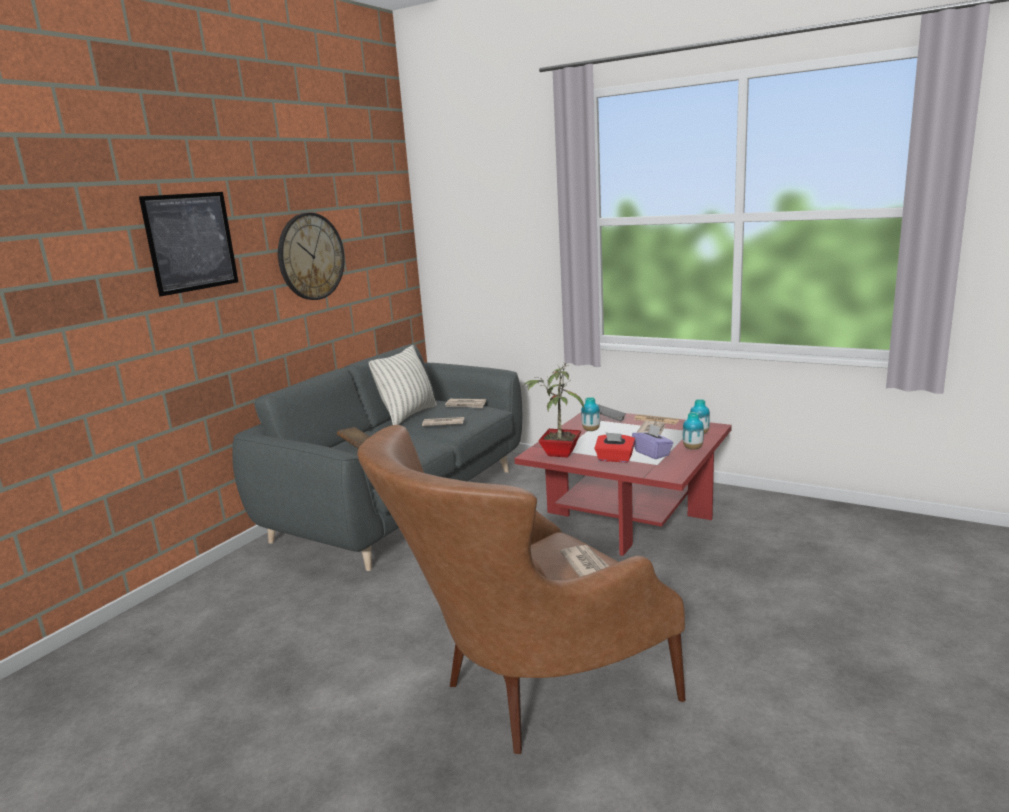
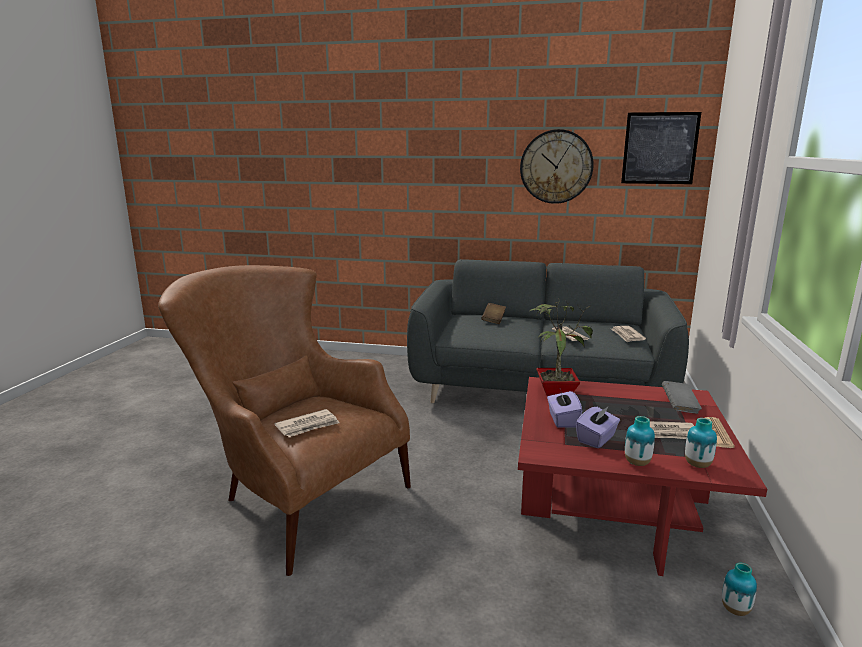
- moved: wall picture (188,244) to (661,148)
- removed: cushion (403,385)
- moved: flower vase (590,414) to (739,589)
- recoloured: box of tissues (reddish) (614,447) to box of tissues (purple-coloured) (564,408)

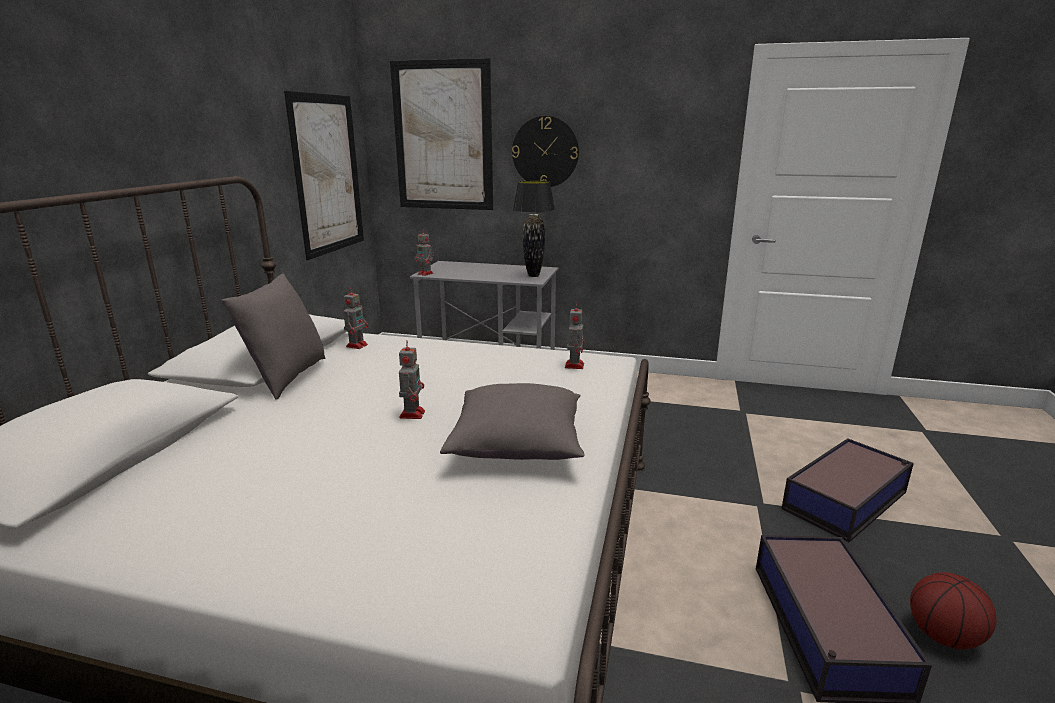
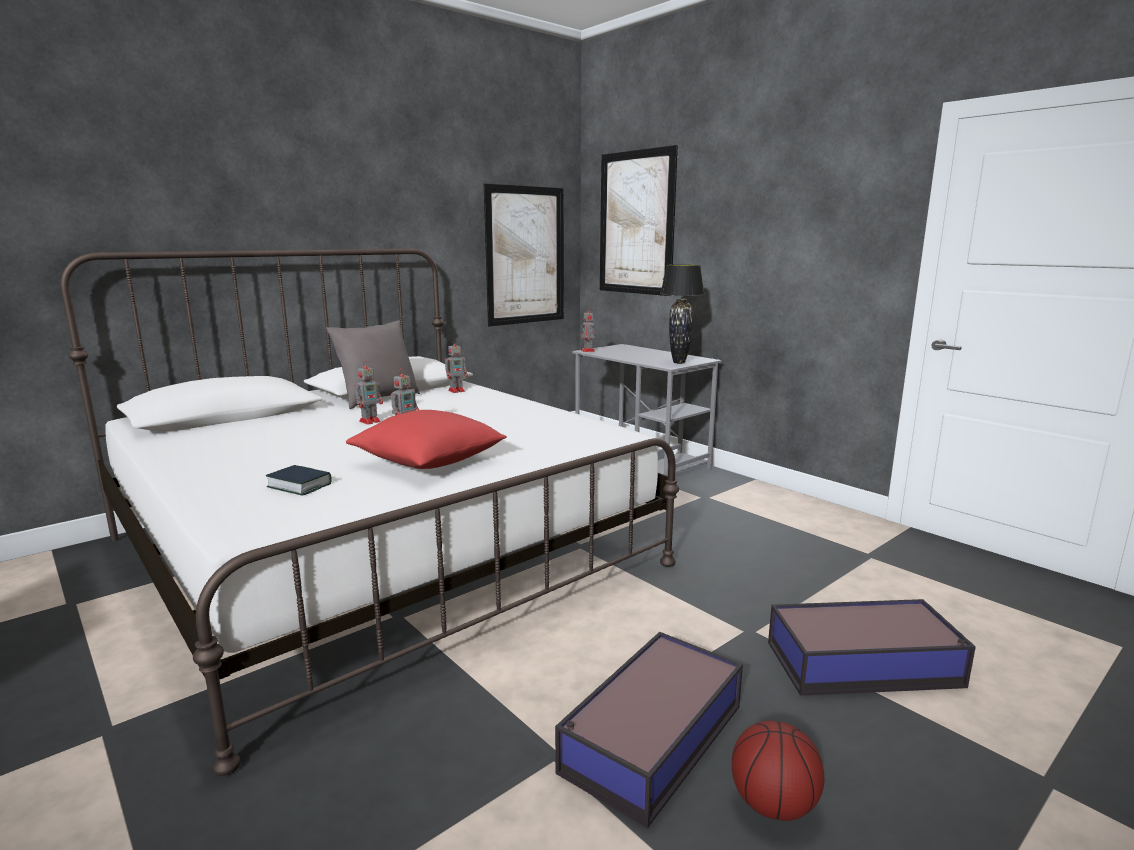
- removed: clock on the wall (545,151)
- moved: model robot (575,336) to (369,393)
- recoloured: cushion (grey) (512,421) to cushion (reddish) (426,439)
- added: book (299,480)

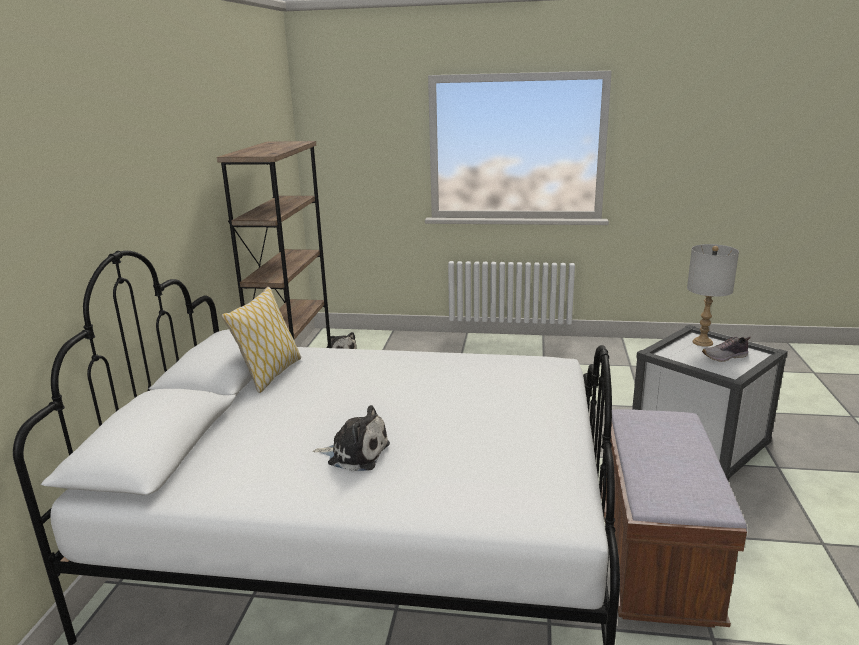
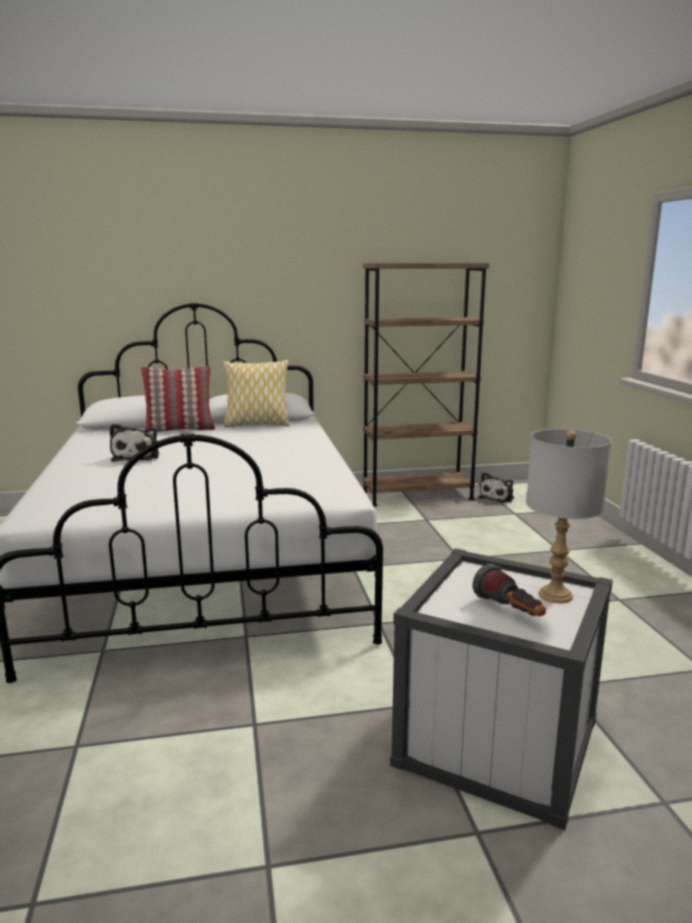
- replaced: item of footwear (726,349) to flashlight (509,590)
- removed: bench (brown-coloured) (674,518)
- added: cushion (178,398)

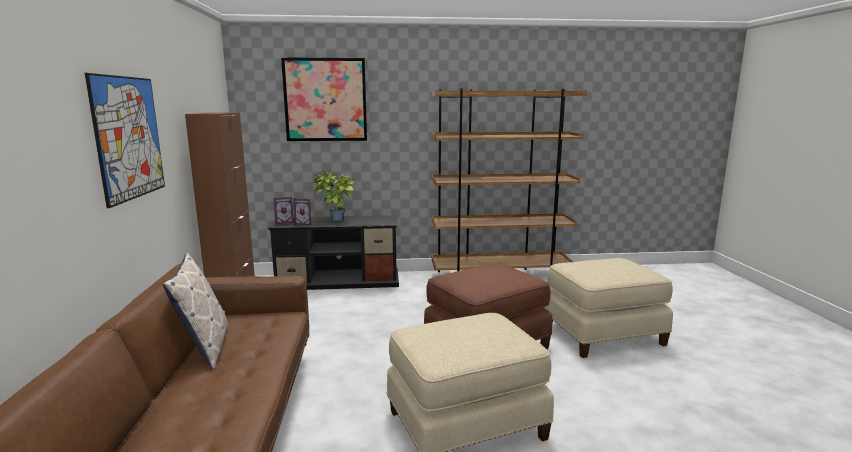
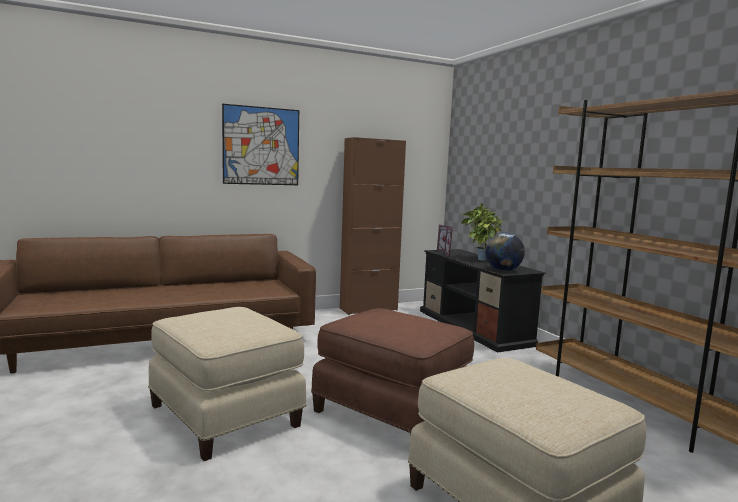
- removed: wall picture (324,99)
- removed: cushion (196,311)
- added: desk globe (505,252)

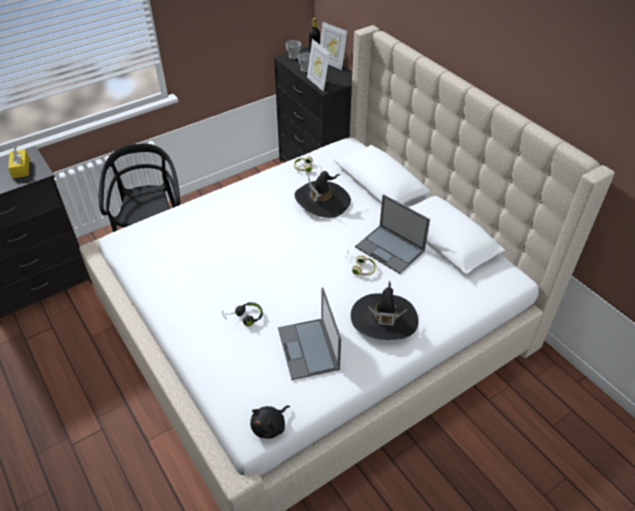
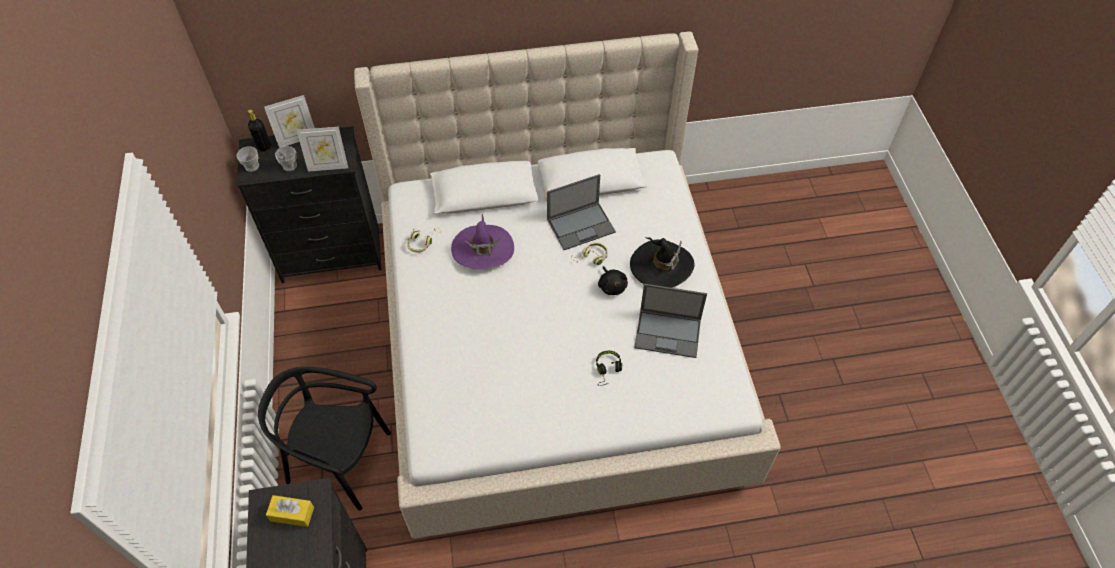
- recoloured: clothing hat (black) (323,194) to clothing hat (purple-coloured) (482,241)
- moved: cuddly toy (black) (270,422) to (613,280)

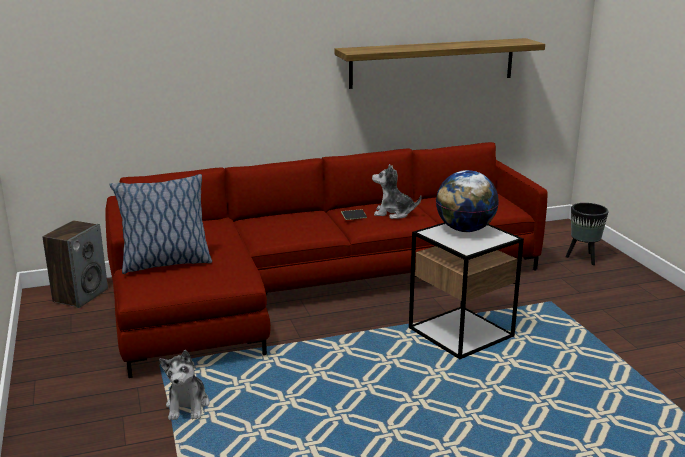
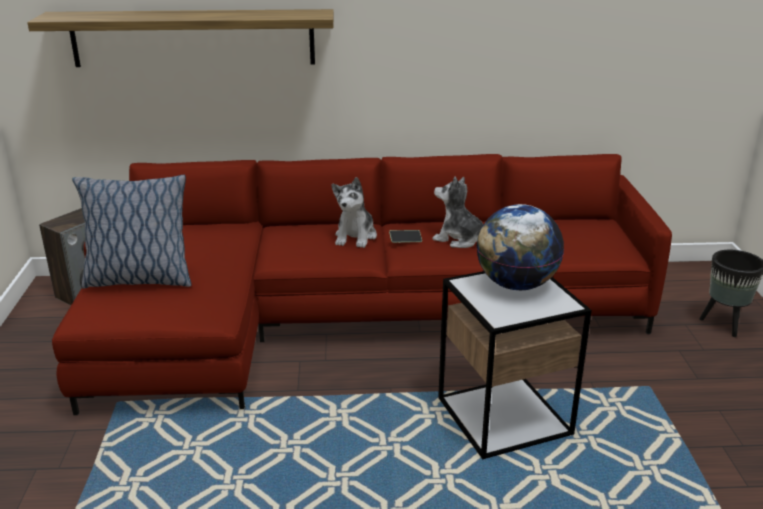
- moved: shelf (439,63) to (180,38)
- moved: cuddly toy (184,385) to (354,212)

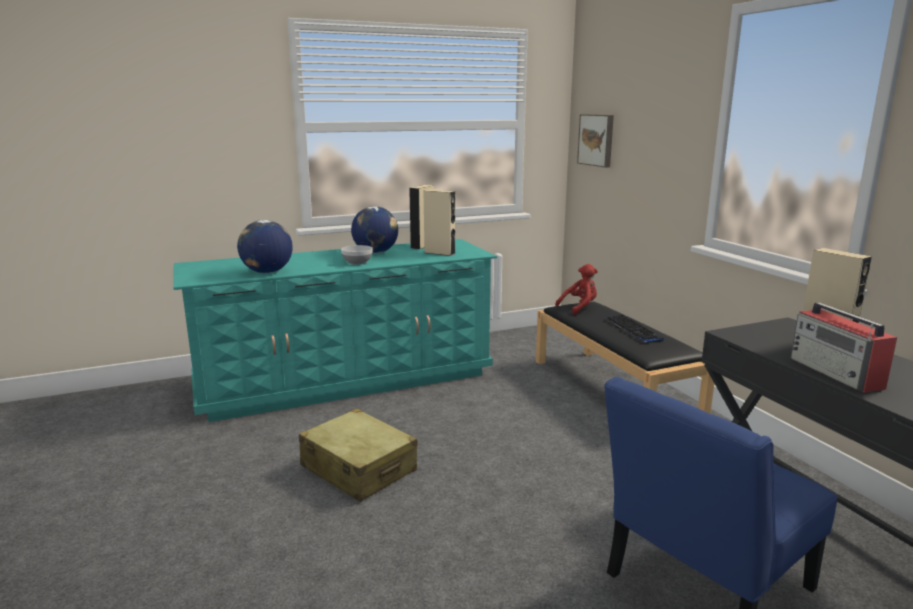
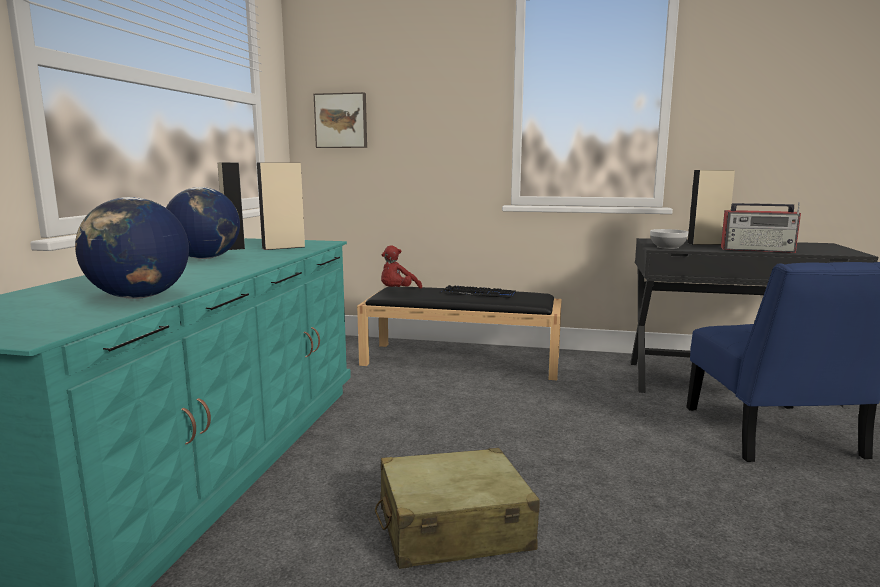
- moved: deep dish (357,255) to (669,239)
- turned: cuddly toy (reddish) (576,289) = (401,267) 150 degrees counterclockwise

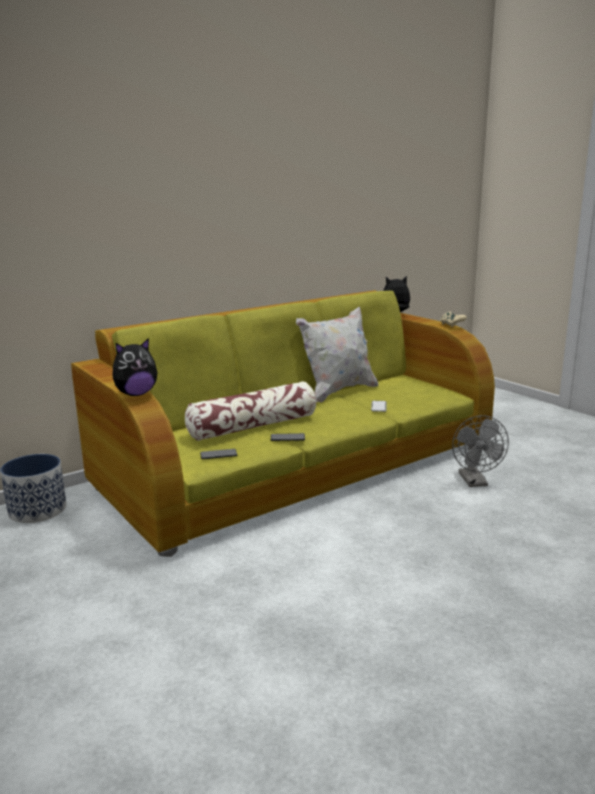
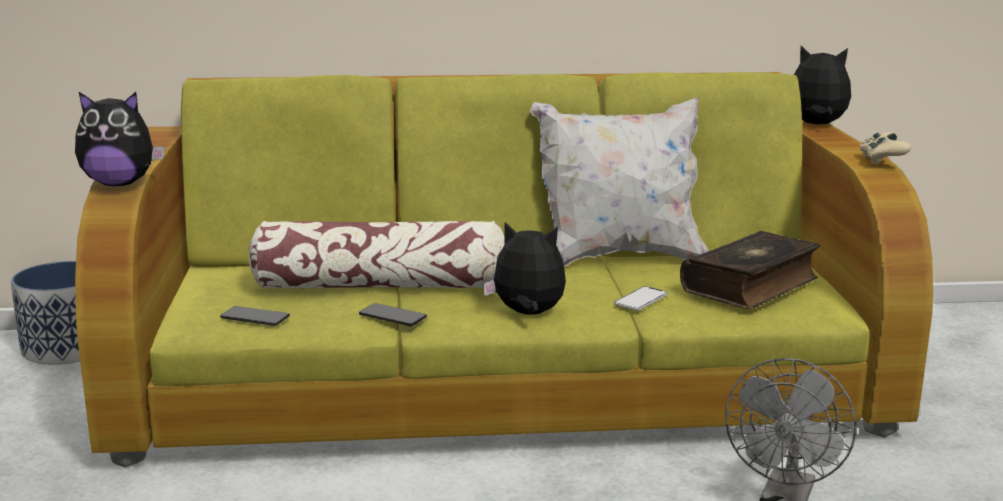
- added: cuddly toy (524,268)
- added: book (750,270)

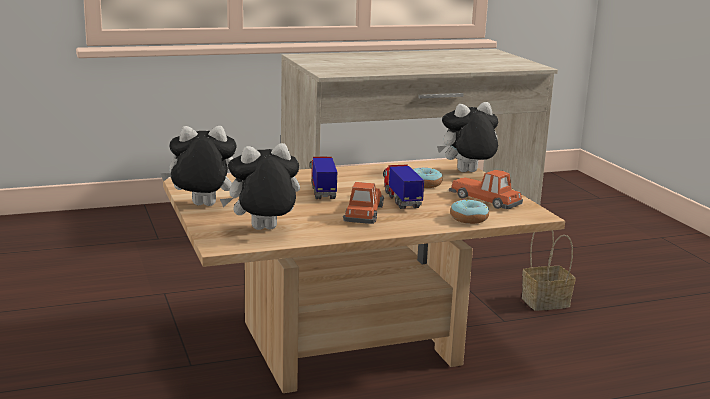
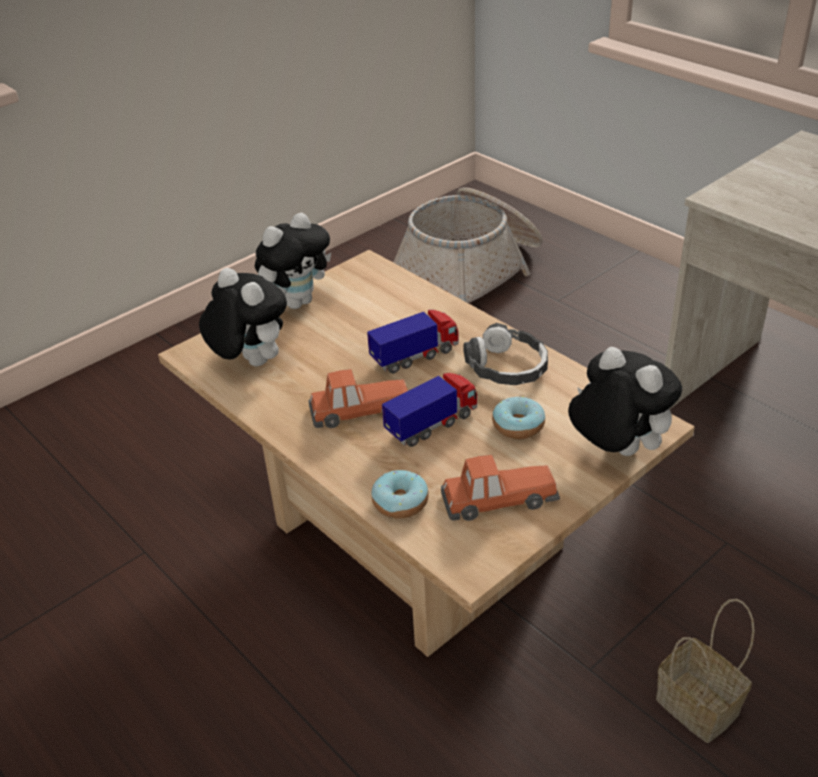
- turned: cuddly toy (198,166) = (293,261) 75 degrees clockwise
- turned: model car (486,189) = (500,488) 60 degrees clockwise
- added: storage basket (468,245)
- added: headset (505,354)

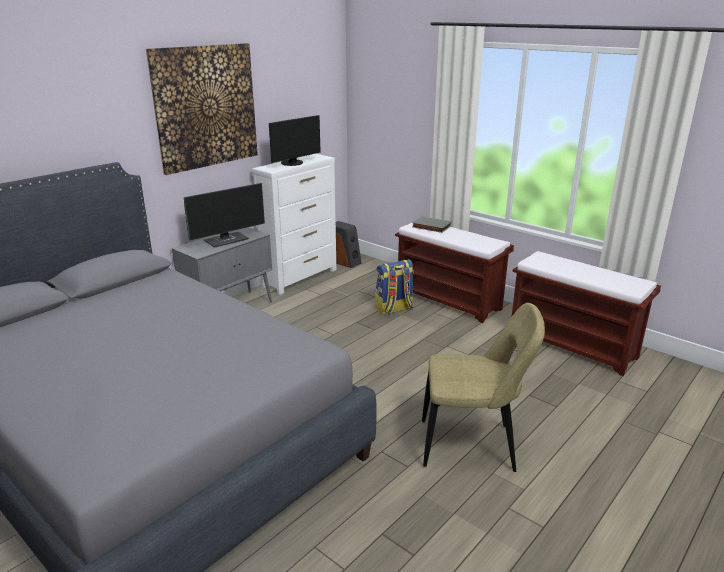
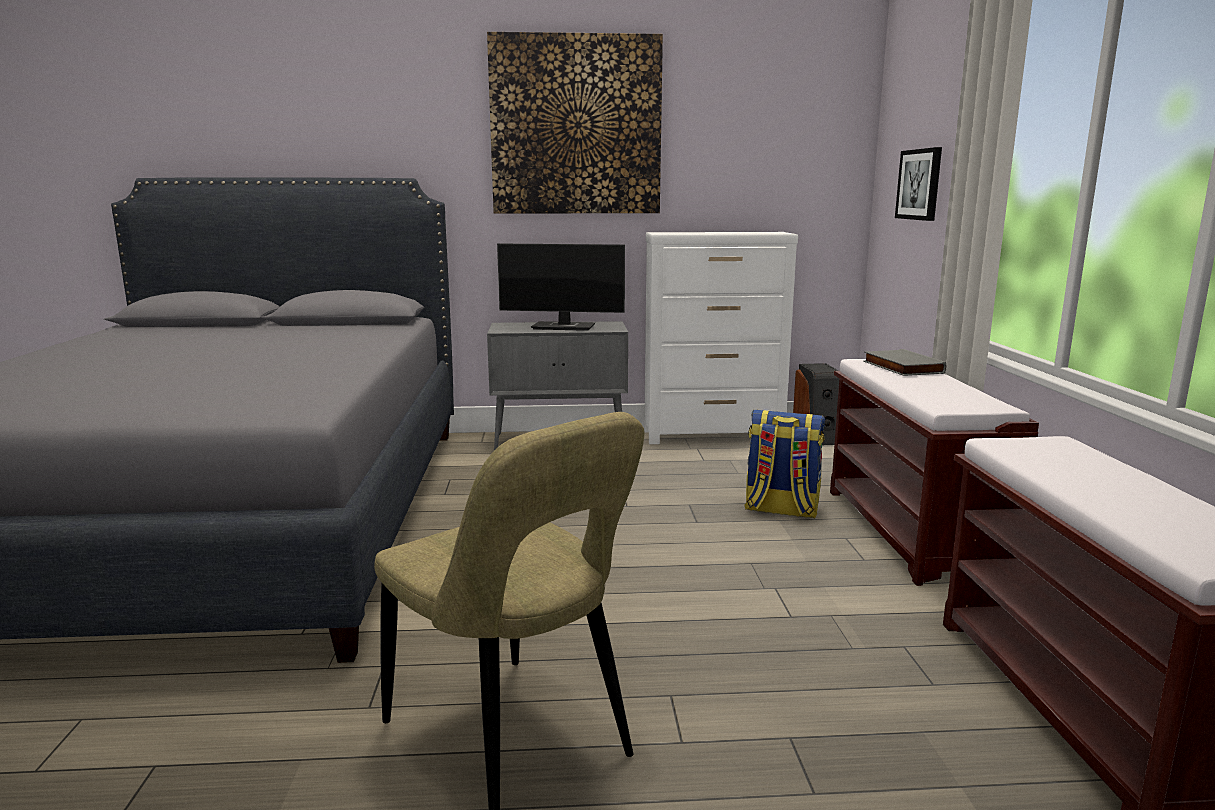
- removed: computer display (295,140)
- added: wall picture (918,184)

